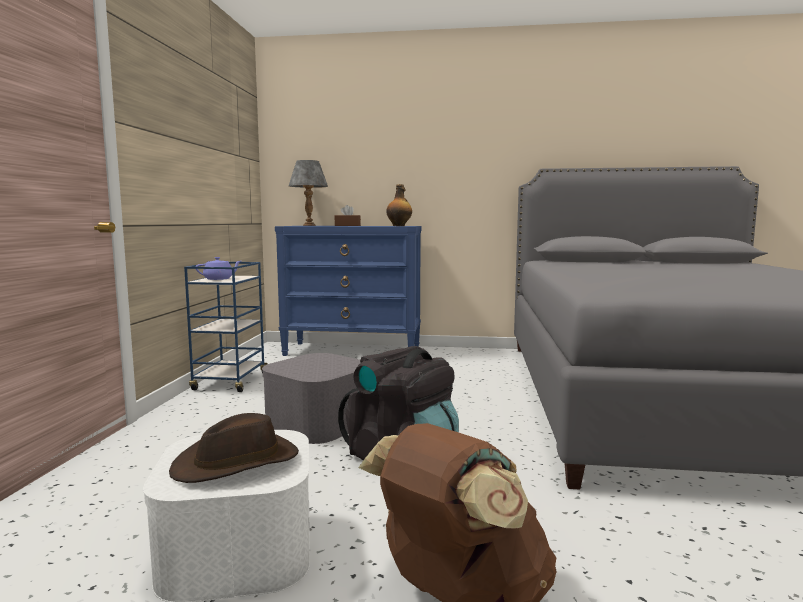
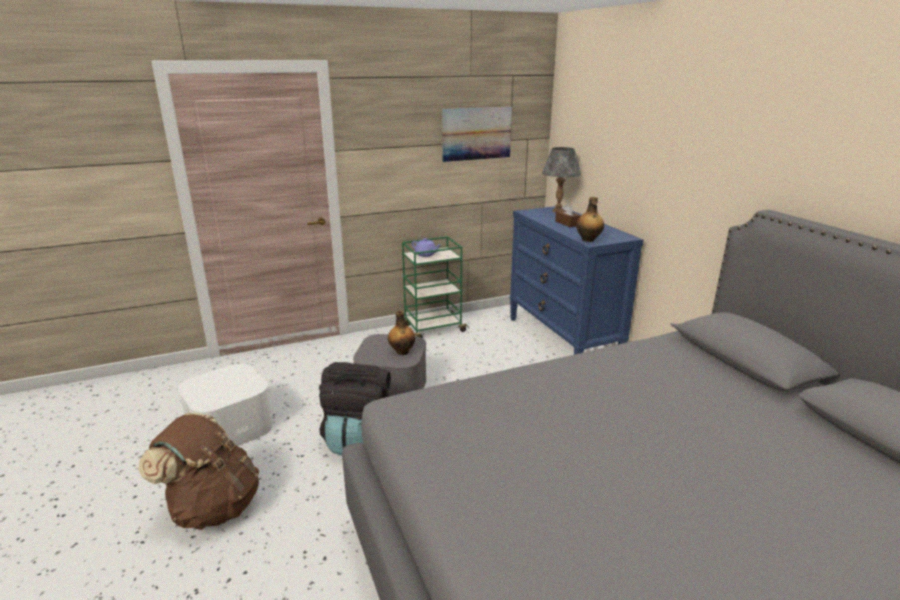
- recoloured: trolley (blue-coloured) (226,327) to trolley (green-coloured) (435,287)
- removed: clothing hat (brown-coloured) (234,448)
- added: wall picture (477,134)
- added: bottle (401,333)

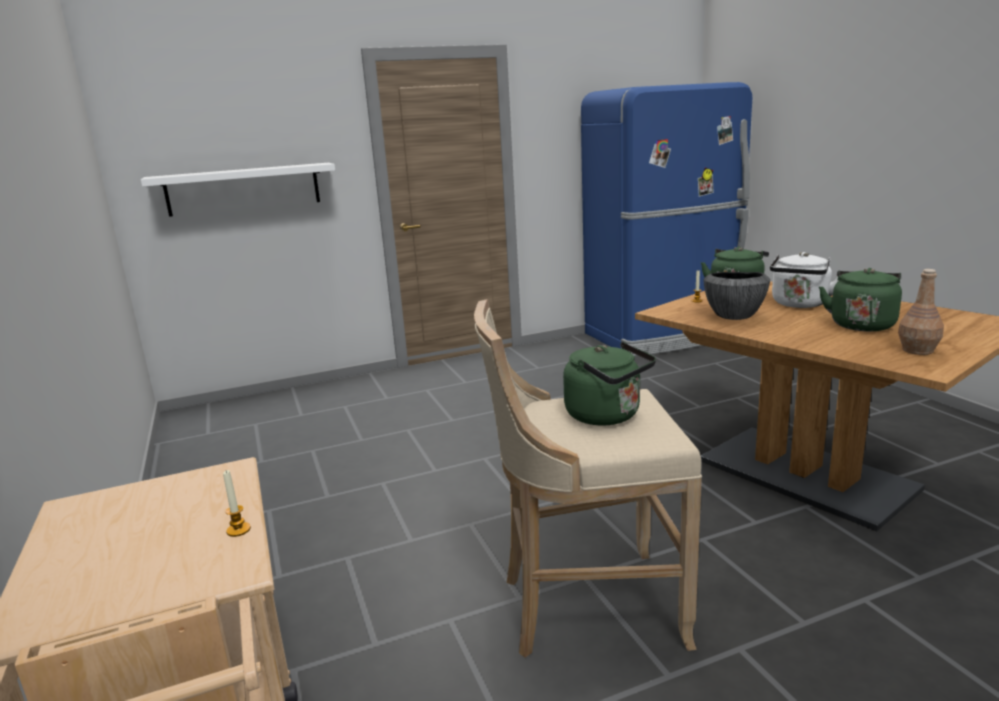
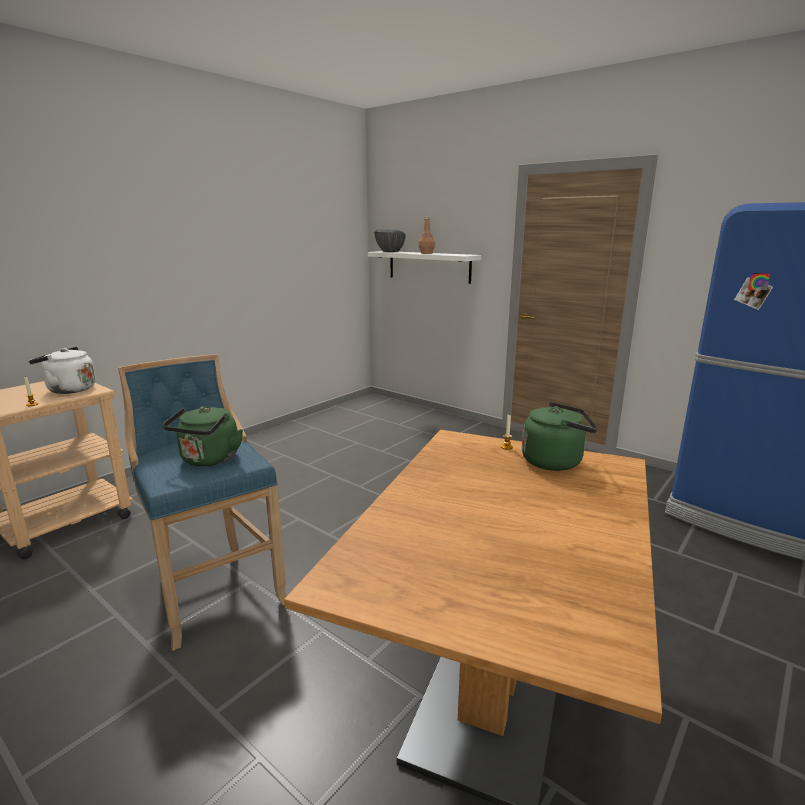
- moved: tea kettle (white) (804,280) to (62,370)
- removed: tea kettle (green-coloured) (860,299)
- moved: bottle (brown-coloured) (921,312) to (427,235)
- moved: deep dish (736,296) to (390,240)
- recoloured: sitting stool (beige-coloured) (588,478) to sitting stool (blue-coloured) (202,502)

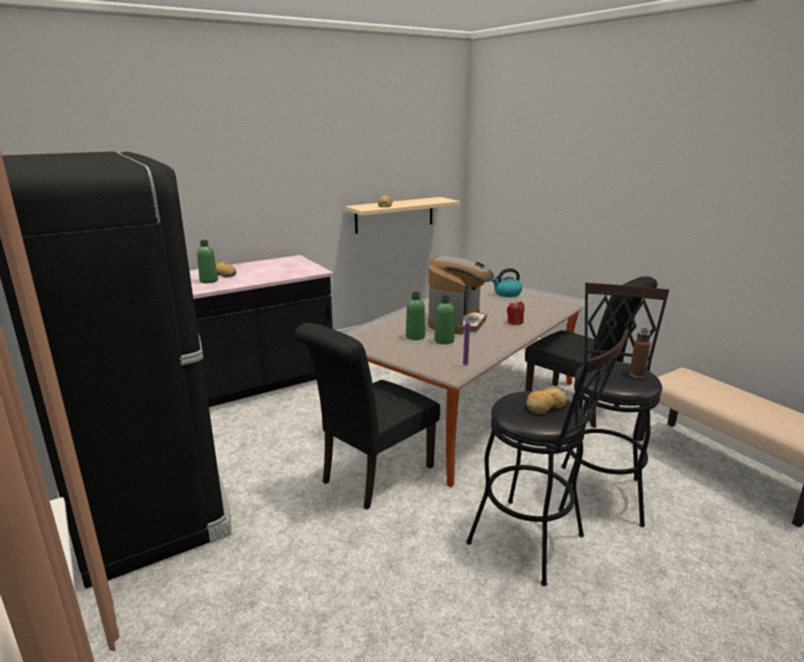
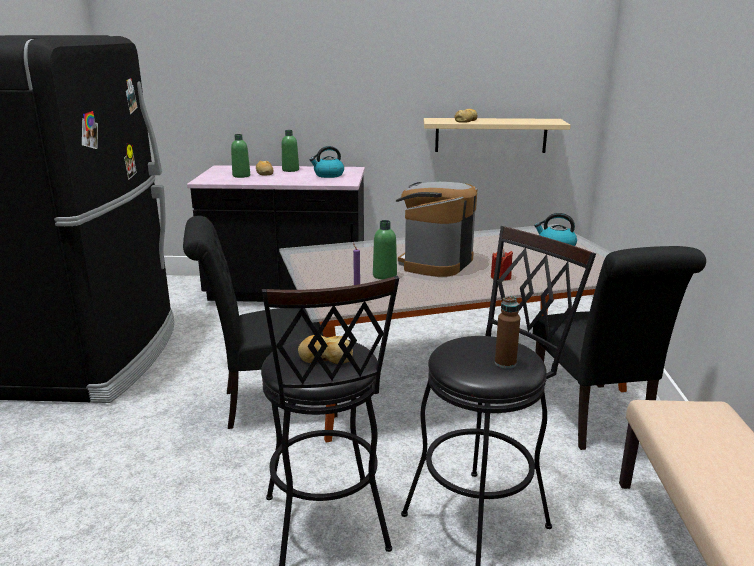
- turned: coffee brewer (461,295) = (436,229) 150 degrees clockwise
- moved: bottle (green-coloured) (415,316) to (290,151)
- added: tea kettle (326,162)

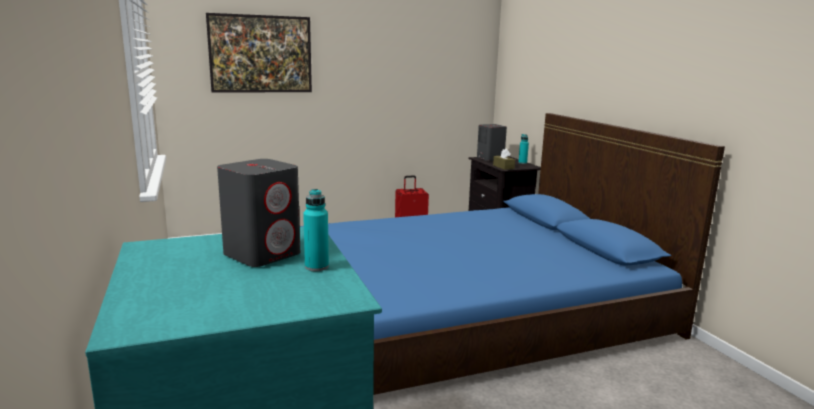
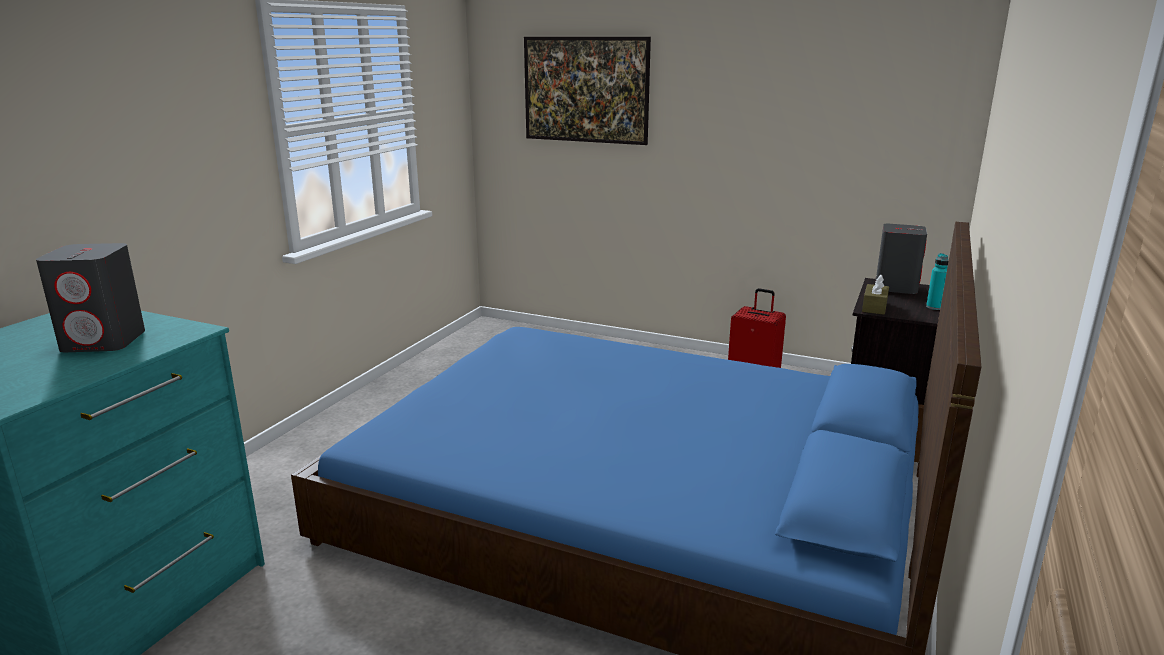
- removed: bottle (turquoise-coloured) (316,230)

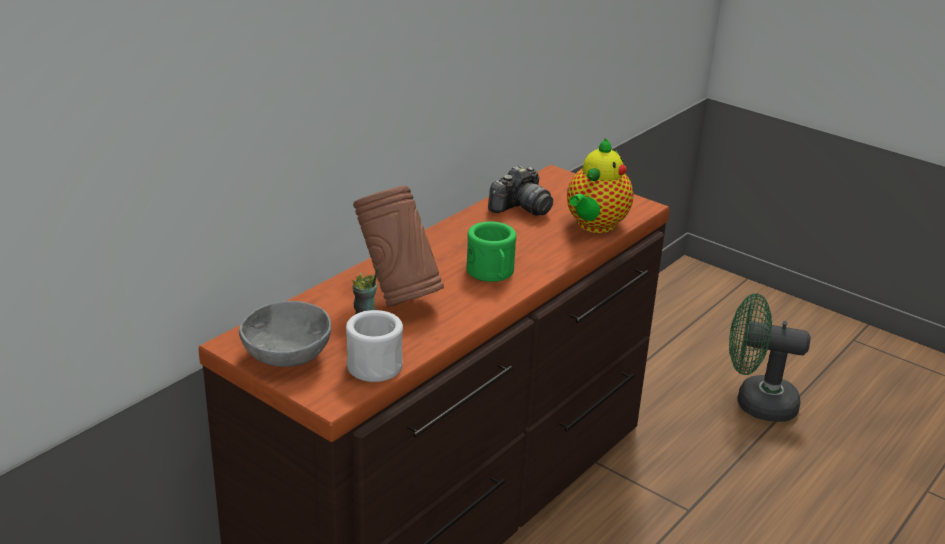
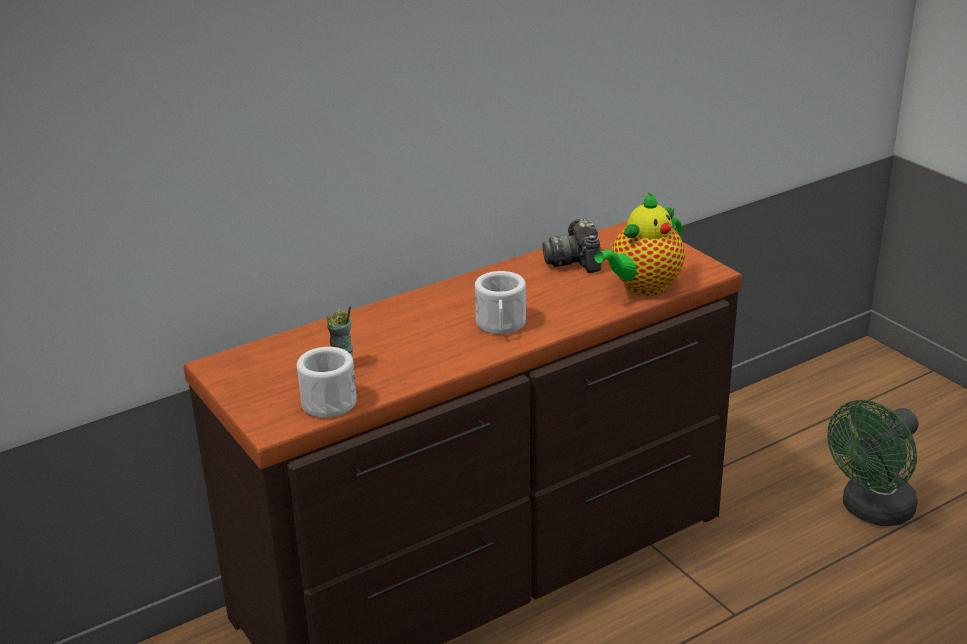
- turned: still camera (520,190) = (572,245) 105 degrees clockwise
- removed: flower vase (brown-coloured) (398,246)
- recoloured: tea mug (green-coloured) (491,252) to tea mug (white) (500,302)
- turned: fan (green-coloured) (770,357) = (873,463) 75 degrees counterclockwise
- removed: deep dish (grey) (285,334)

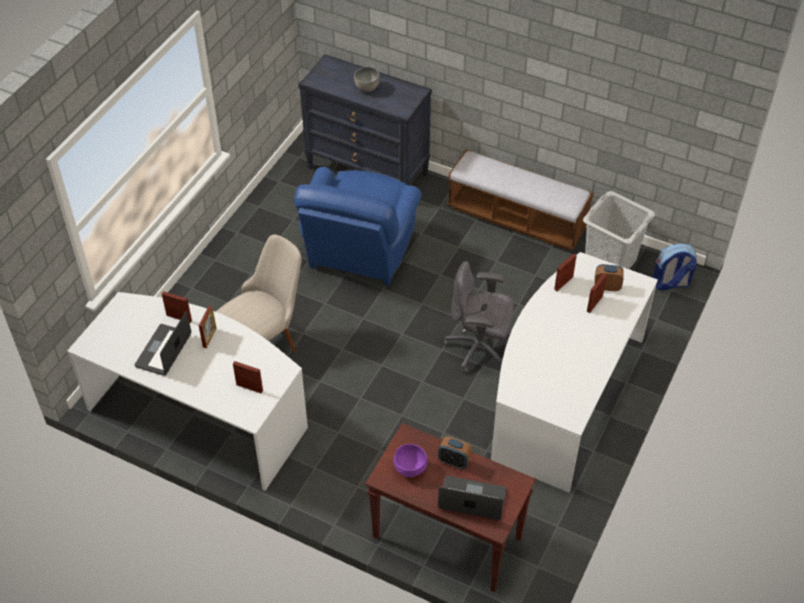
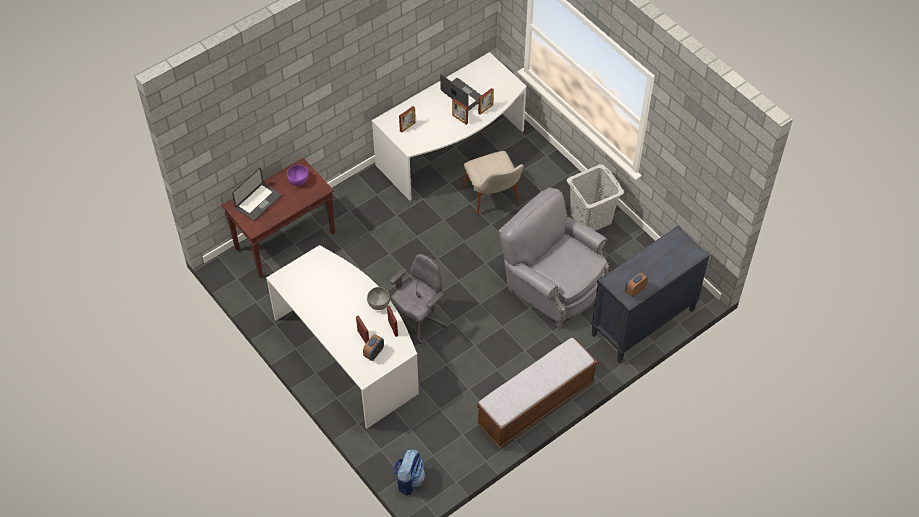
- moved: deep dish (grey) (367,79) to (378,298)
- recoloured: lounge chair (blue-coloured) (358,226) to lounge chair (grey) (553,258)
- moved: laundry basket (grey) (619,230) to (595,197)
- moved: bedside clock (455,452) to (636,284)

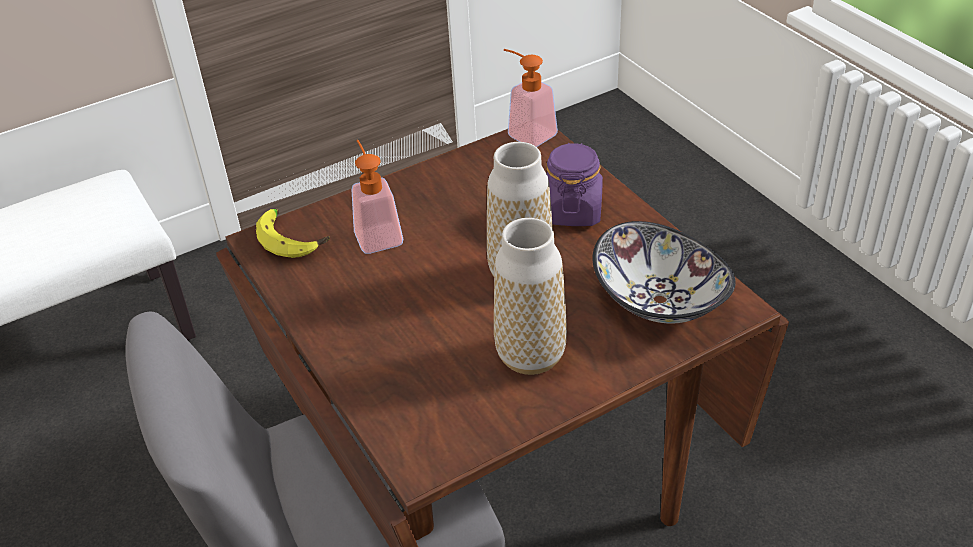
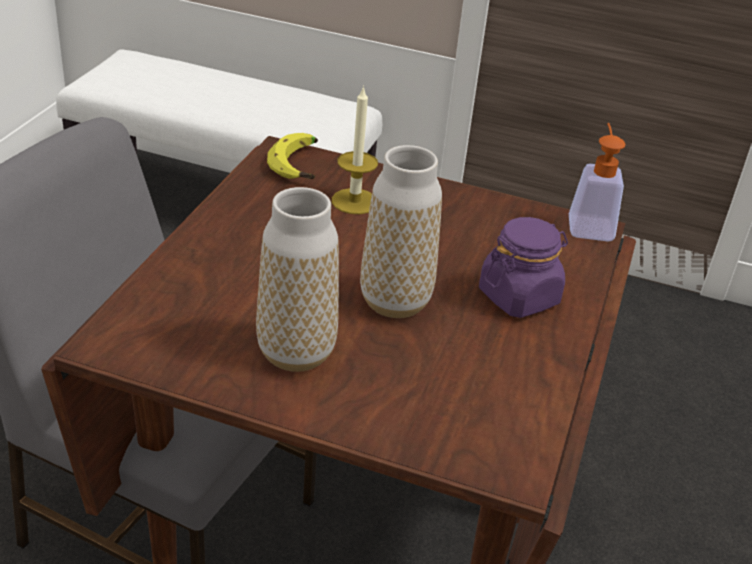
- replaced: soap dispenser (377,197) to wax light (355,149)
- removed: deep dish (664,272)

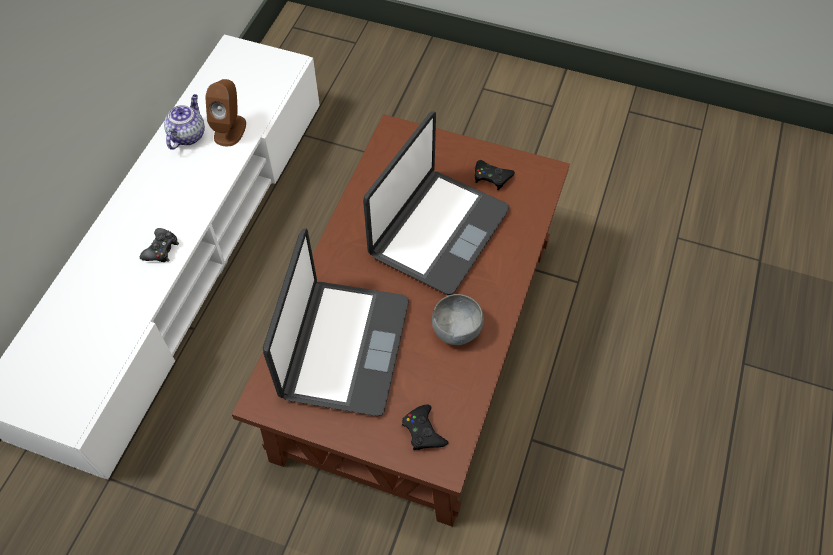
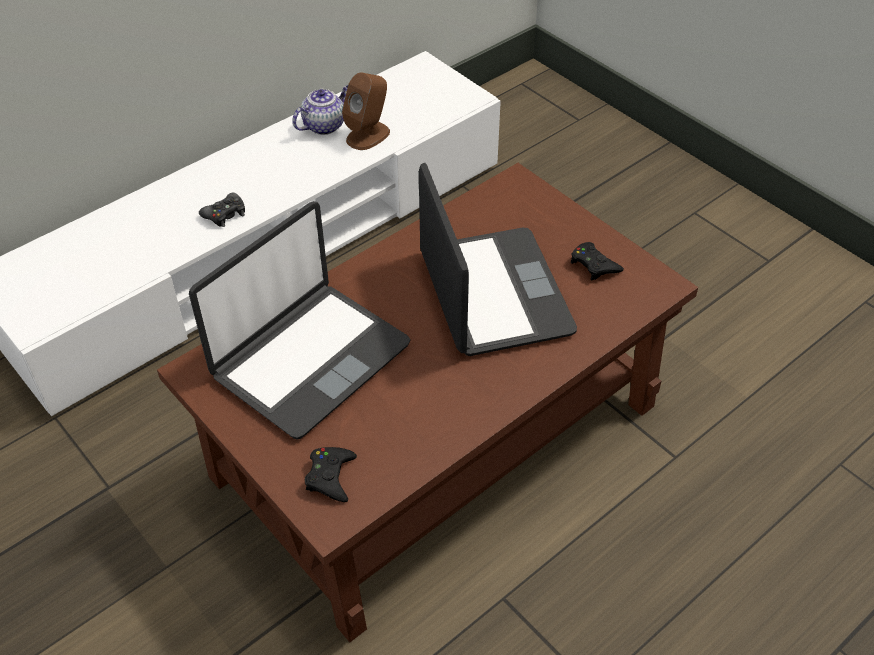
- turned: laptop (436,203) = (498,259) 75 degrees counterclockwise
- removed: deep dish (grey) (458,319)

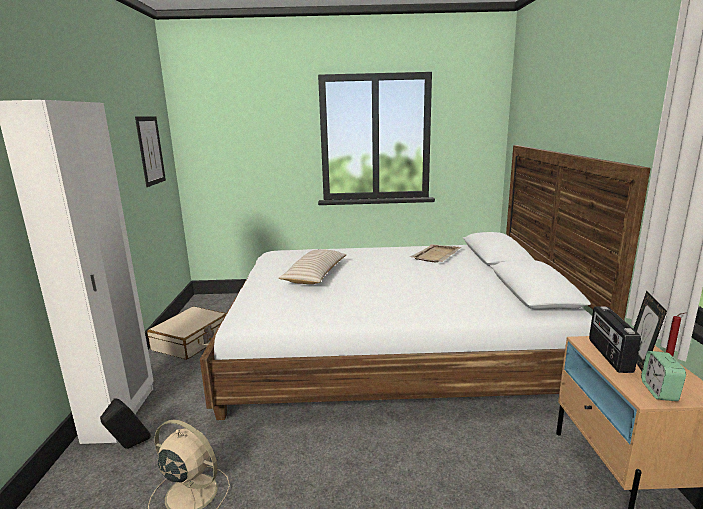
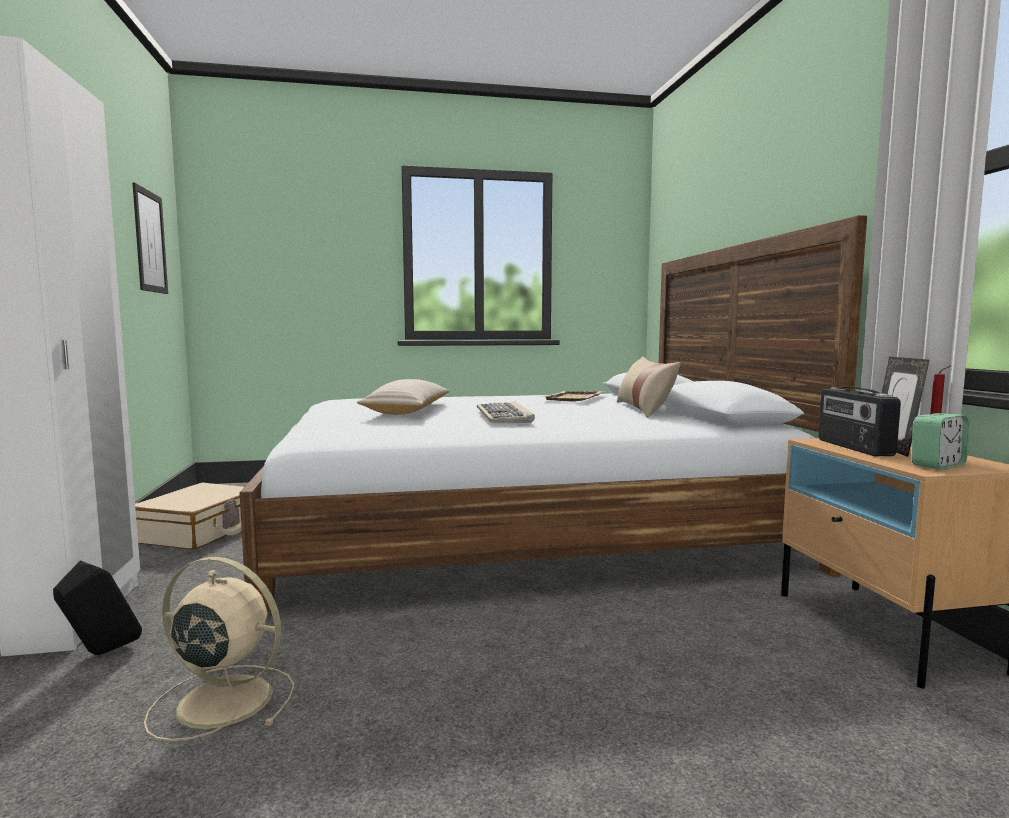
- turned: bedside clock (663,376) = (940,441) 120 degrees counterclockwise
- added: cushion (beige-coloured) (649,387)
- added: keyboard (506,412)

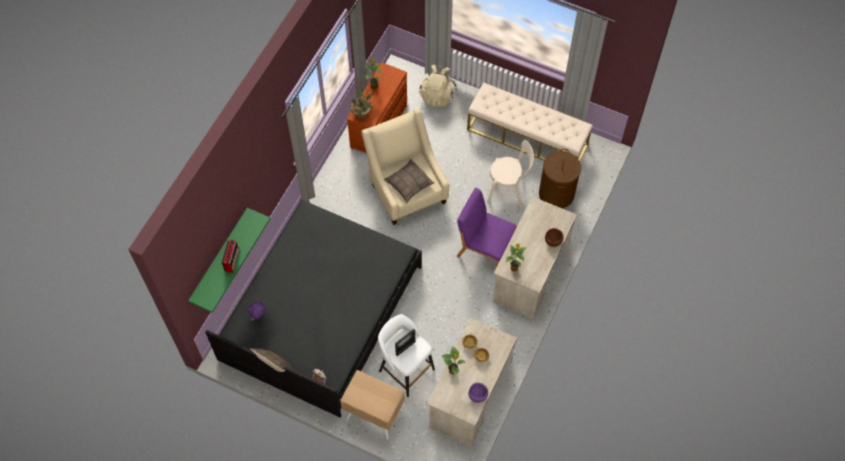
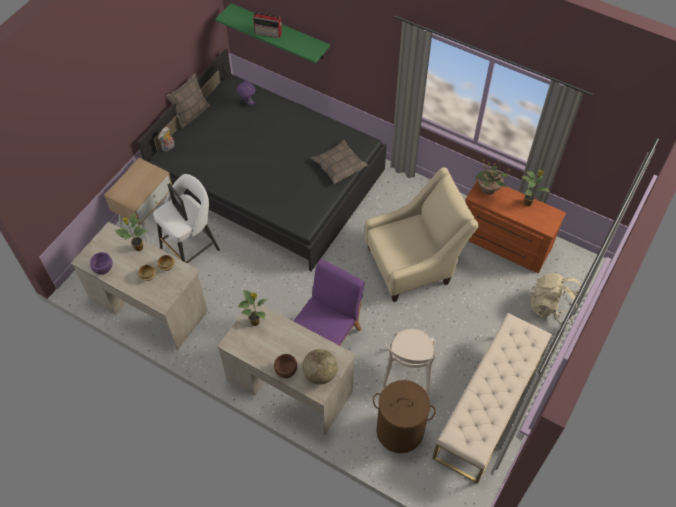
- moved: cushion (409,181) to (339,162)
- added: desk globe (320,367)

